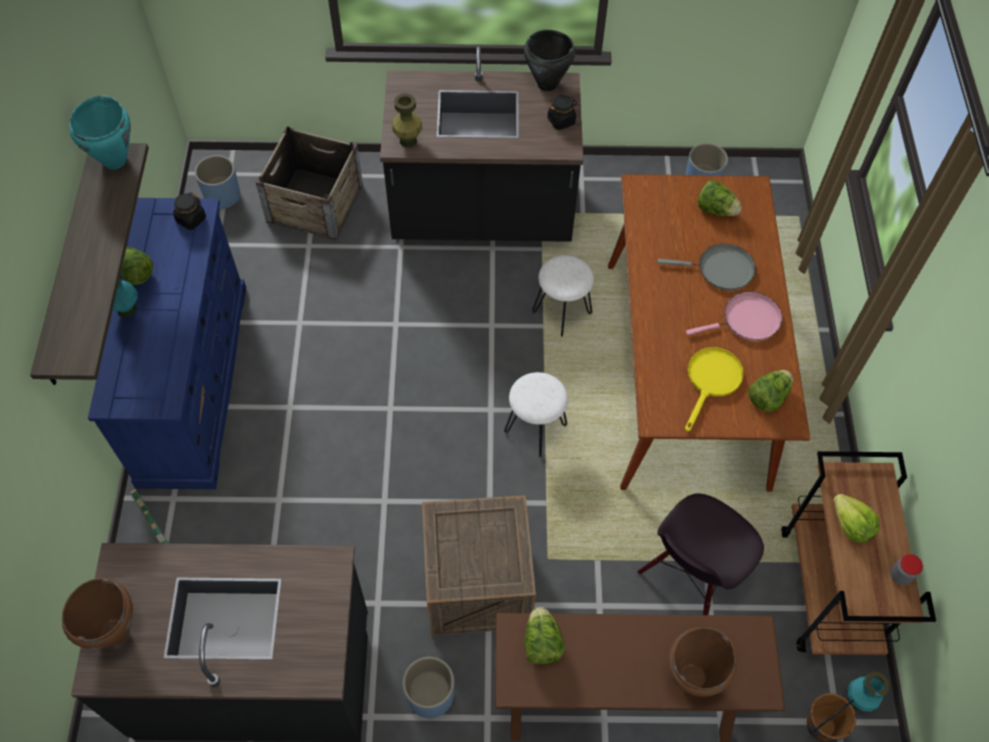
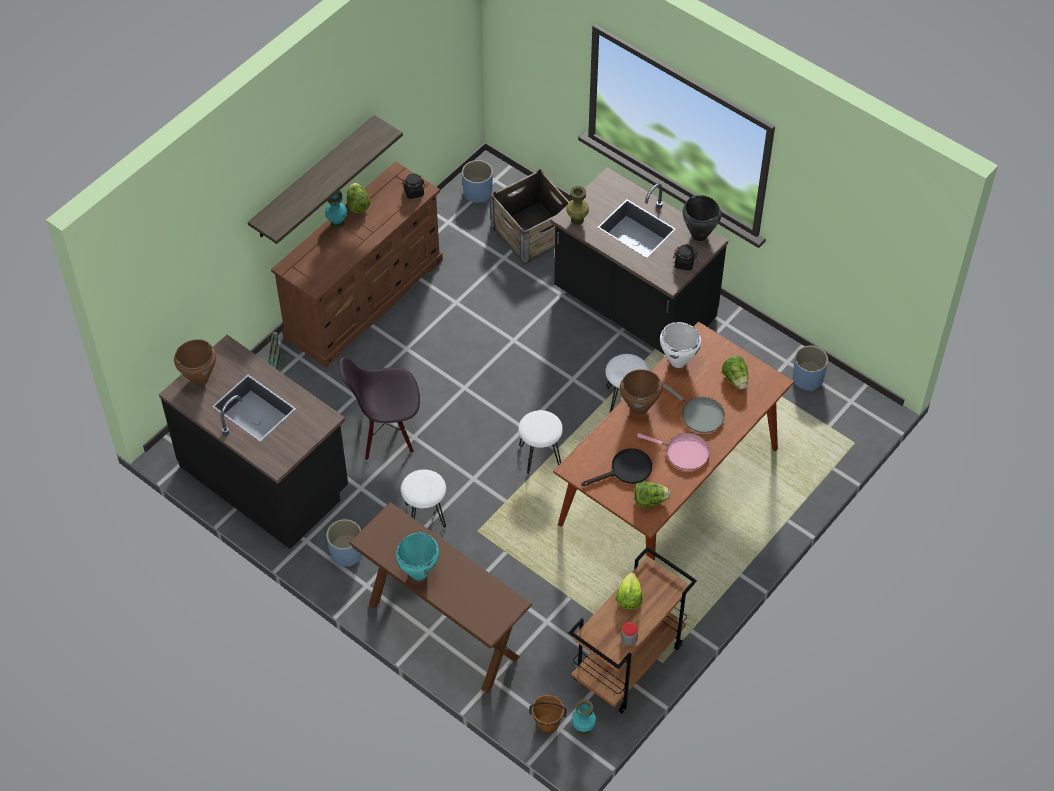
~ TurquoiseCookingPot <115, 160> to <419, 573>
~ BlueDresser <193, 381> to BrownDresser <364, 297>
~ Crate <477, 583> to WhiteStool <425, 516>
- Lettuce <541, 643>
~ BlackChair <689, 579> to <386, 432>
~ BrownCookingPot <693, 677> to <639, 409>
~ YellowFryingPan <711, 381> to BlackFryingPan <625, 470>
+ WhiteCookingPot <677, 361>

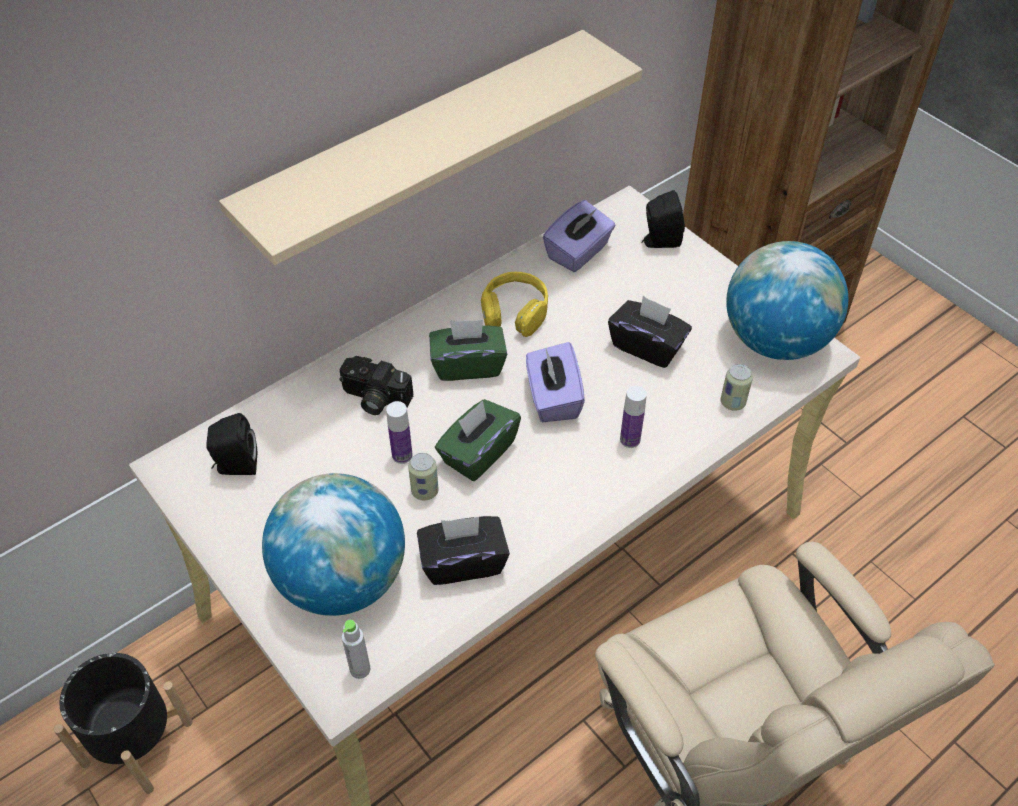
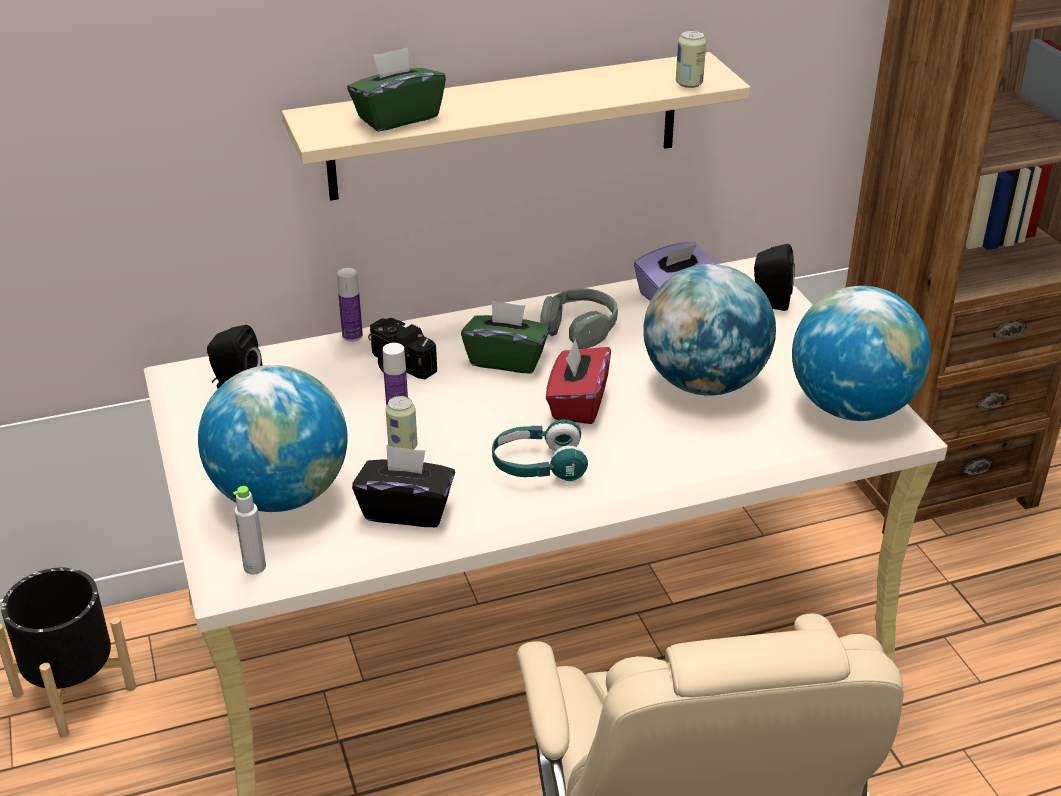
~ GreenTissueBox <478, 453> to <398, 117>
~ YellowHeadphones <514, 312> to GreyHeadphones <579, 329>
~ PurpleTissueBox <553, 398> to RedTissueBox <577, 403>
~ BlackTissueBox <647, 346> to Globe <704, 383>
~ Bottle <630, 440> to <352, 336>
~ Can <732, 402> to <689, 84>
+ TurquoiseHeadphones <538, 465>

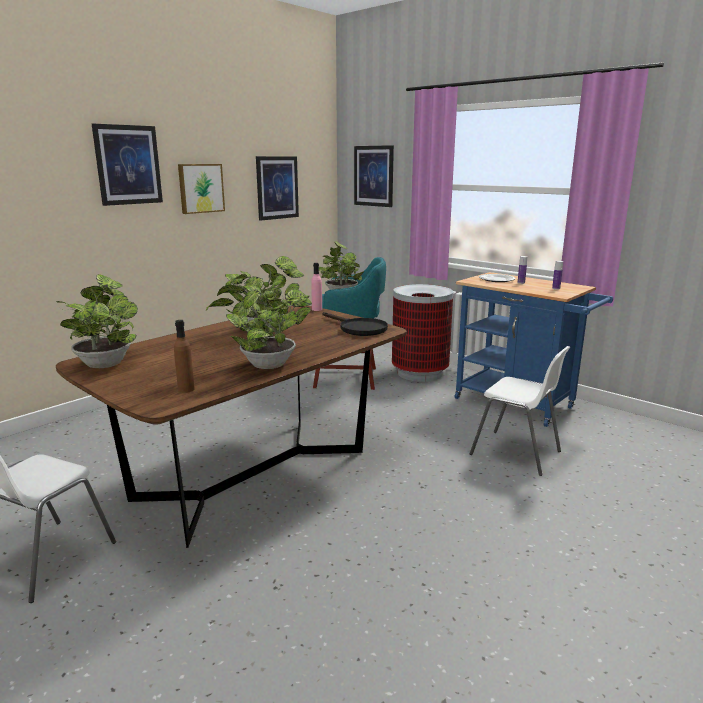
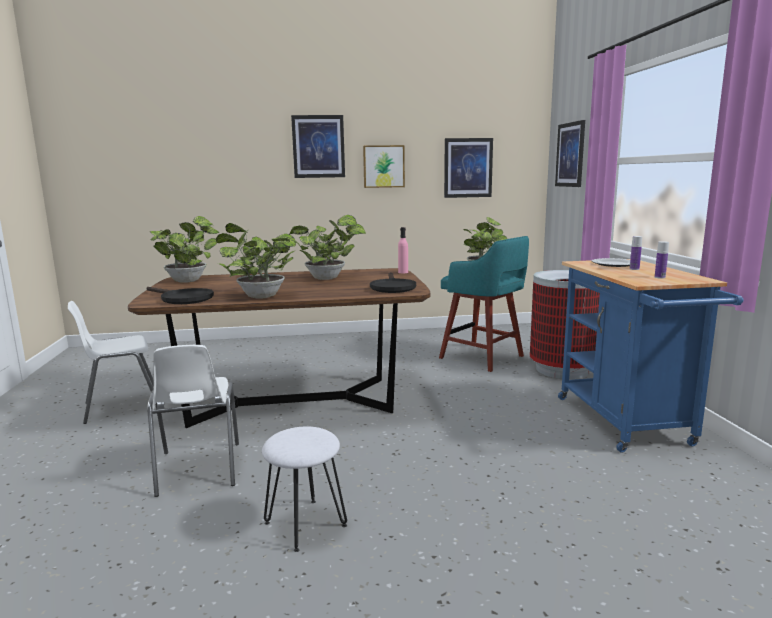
~ BrownBottle <186, 389> to BlackFryingPan <182, 299>
~ WhiteChair <516, 453> to <198, 469>
+ WhiteStool <304, 524>

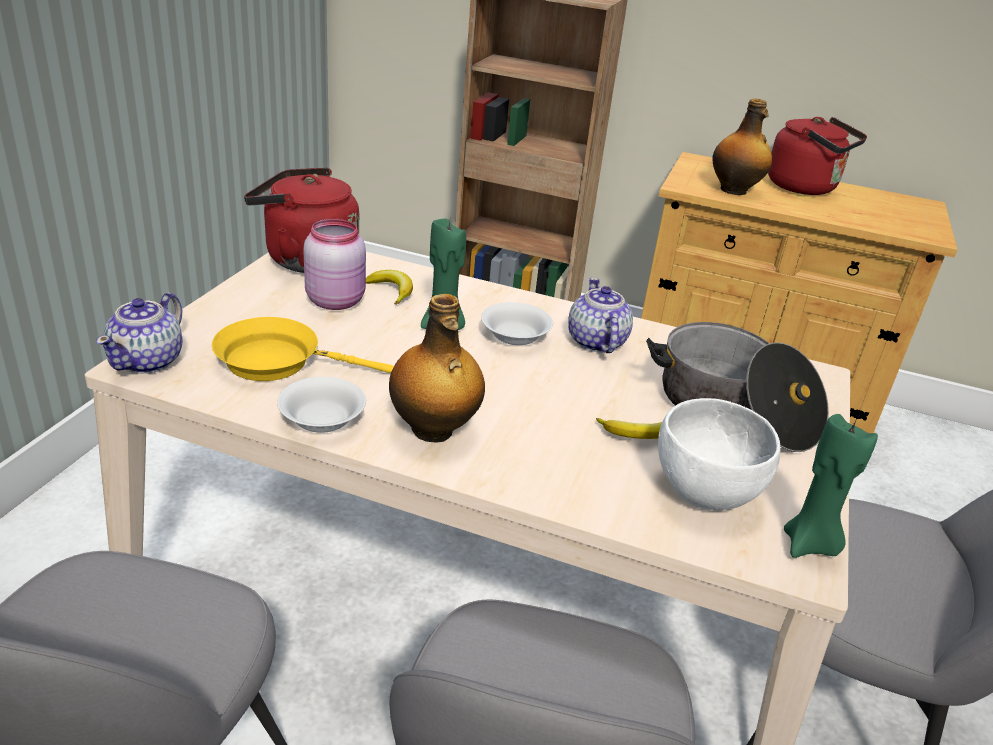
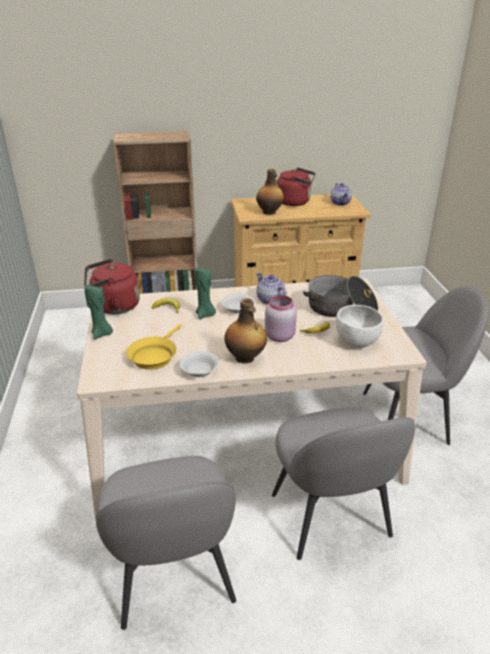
~ Teapot <148, 361> to <340, 203>
~ YellowFryingPan <277, 361> = <154, 356> 45 degrees counterclockwise
~ PinkJar <336, 300> to <279, 336>
~ GreenCandle <810, 545> to <102, 334>

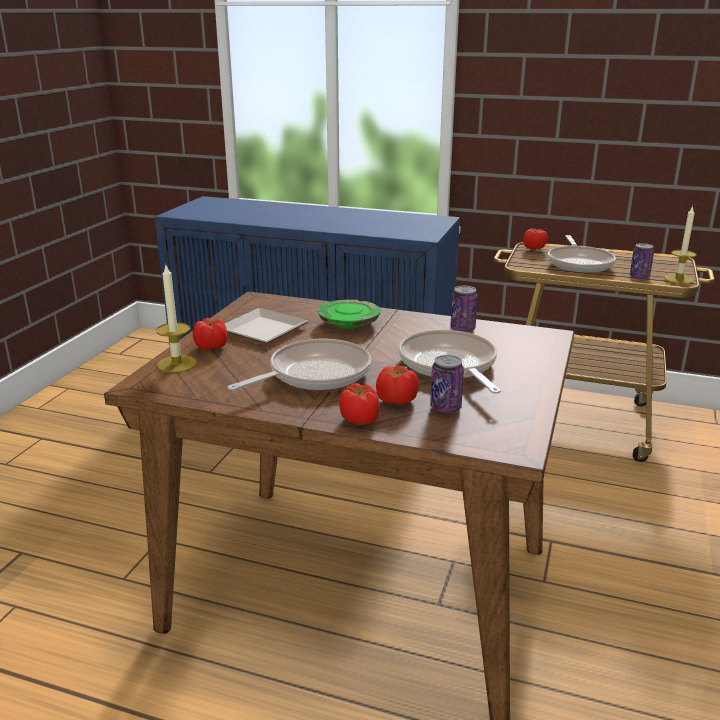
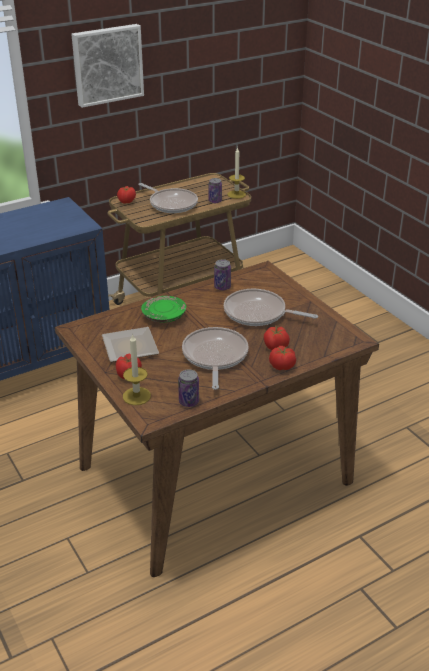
~ Can <445, 408> to <189, 402>
+ Picture <107, 64>

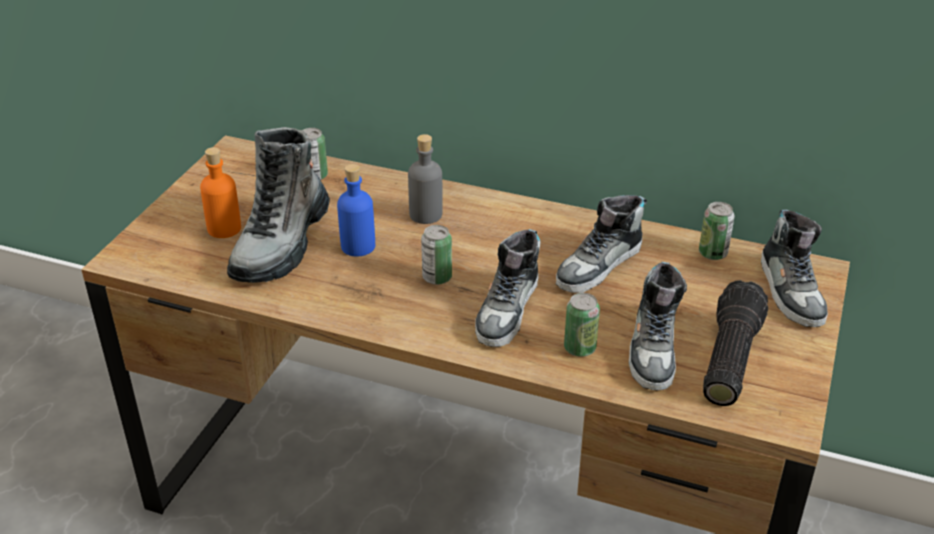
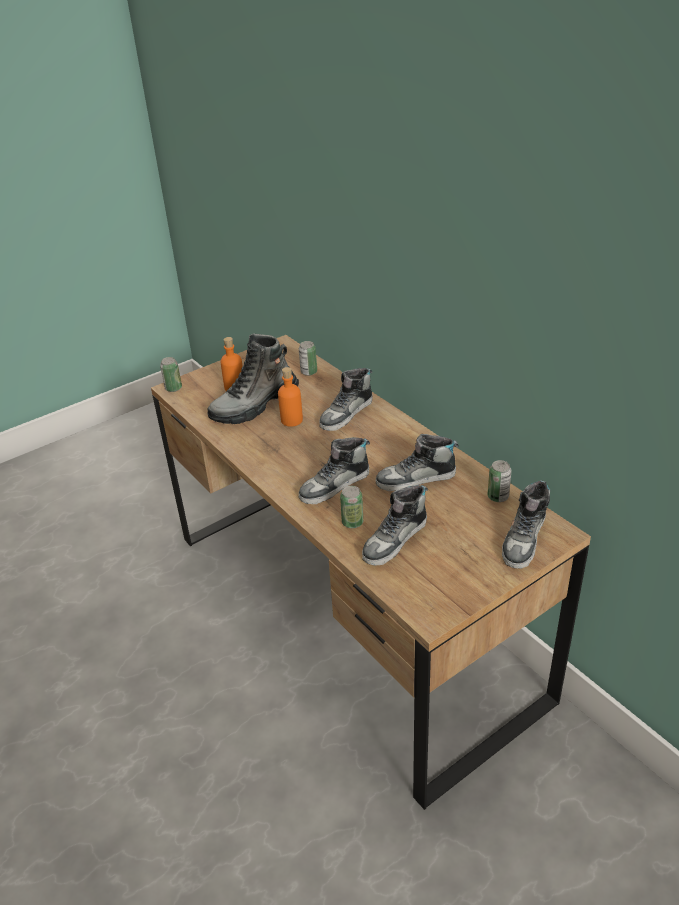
~ BlueBottle <358, 246> to OrangeBottle <291, 420>
~ GreyBottle <426, 214> to Shoe <346, 414>
~ Can <437, 277> to <173, 388>
- Flashlight <727, 358>

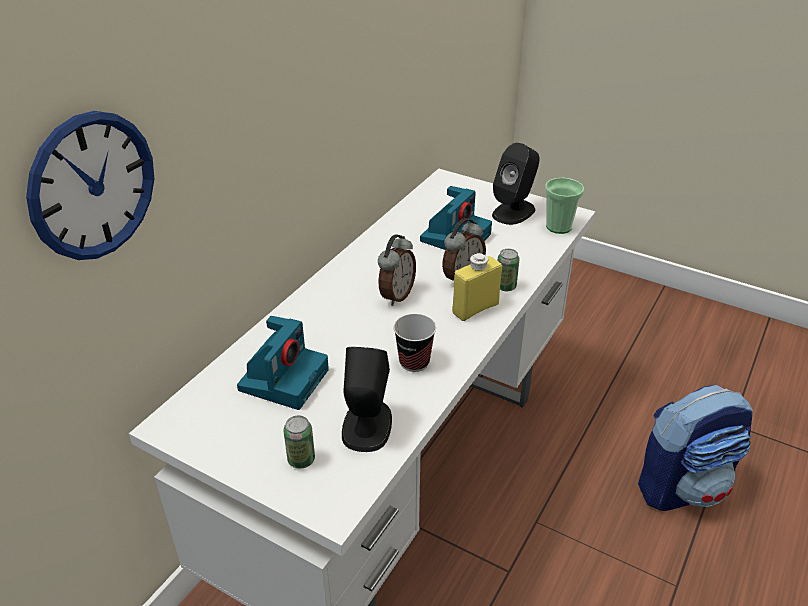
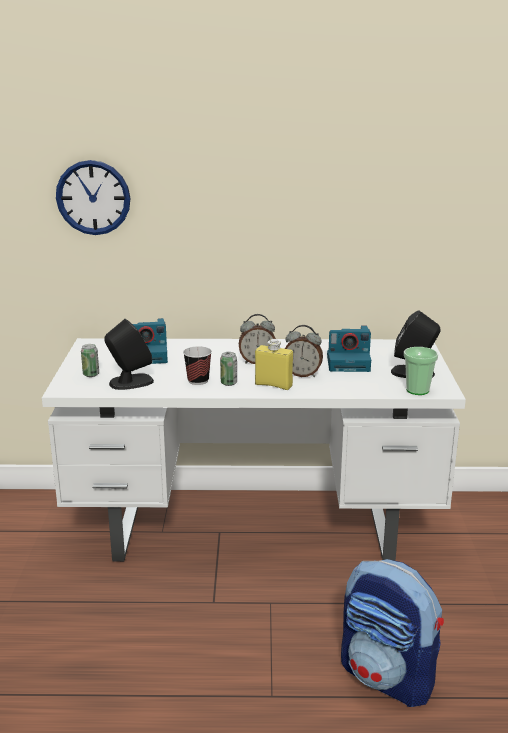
~ Can <505, 286> to <229, 383>

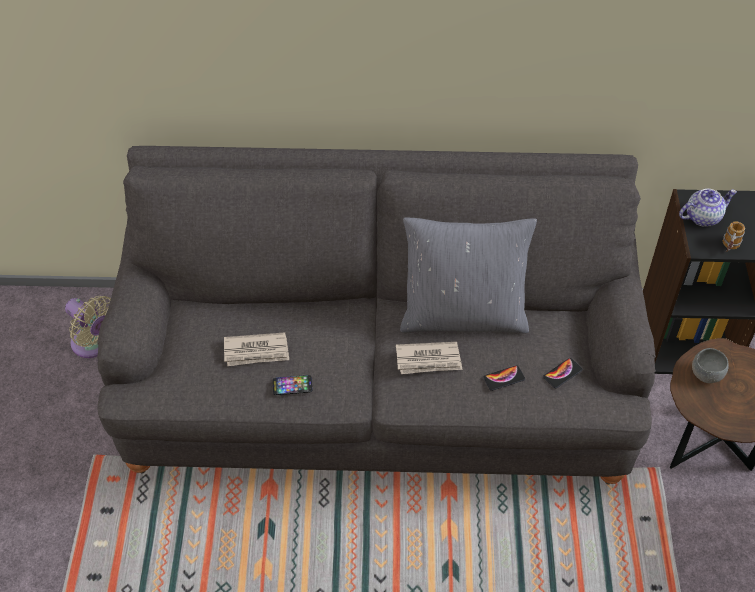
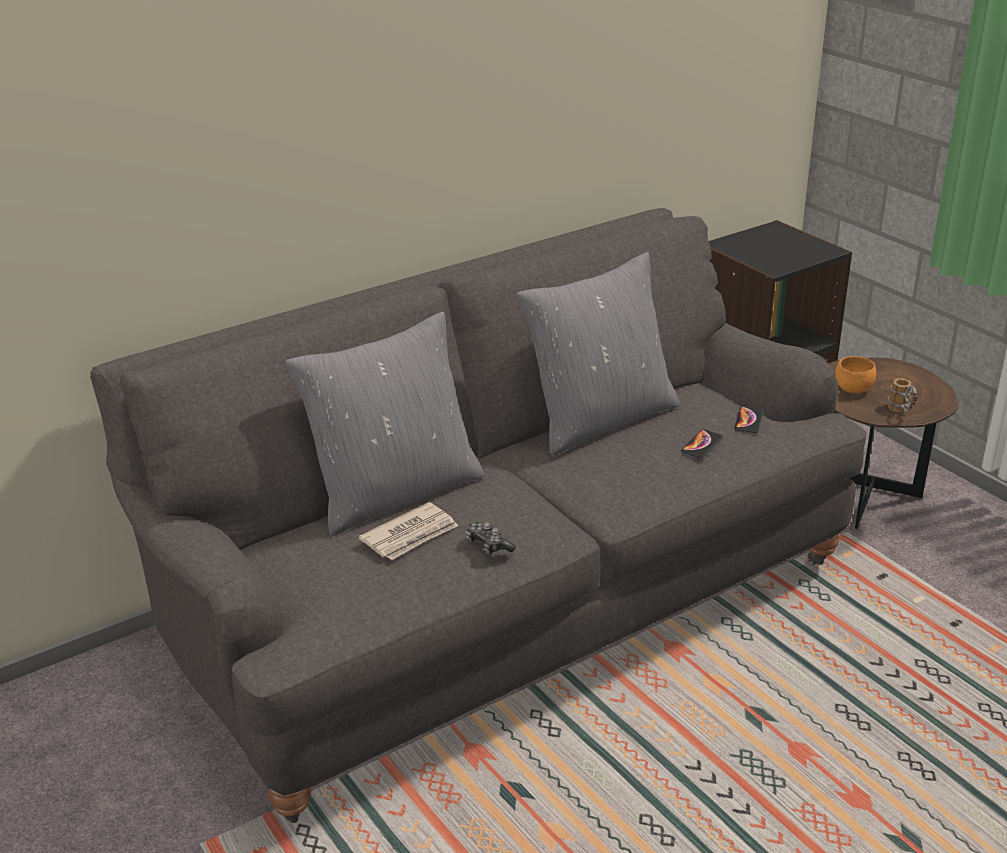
- BeigeFan <94, 344>
~ Phone <292, 386> to GameController <488, 545>
- Newspaper <428, 360>
- Teapot <702, 217>
~ GreyBowl <706, 374> to OrangeBowl <853, 389>
~ Mug <729, 248> to <902, 412>
+ GreyPillow <394, 492>

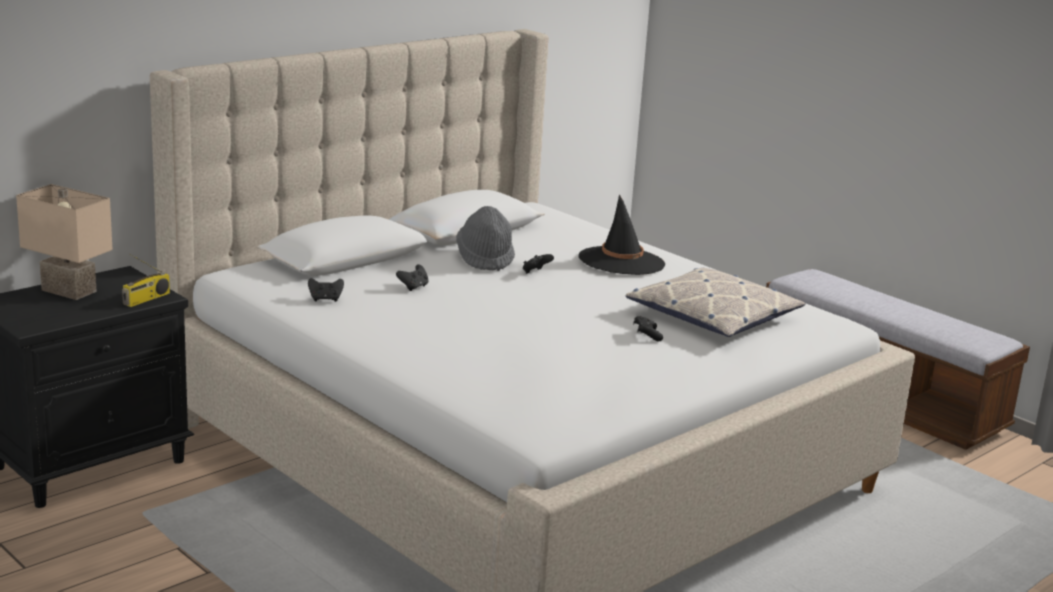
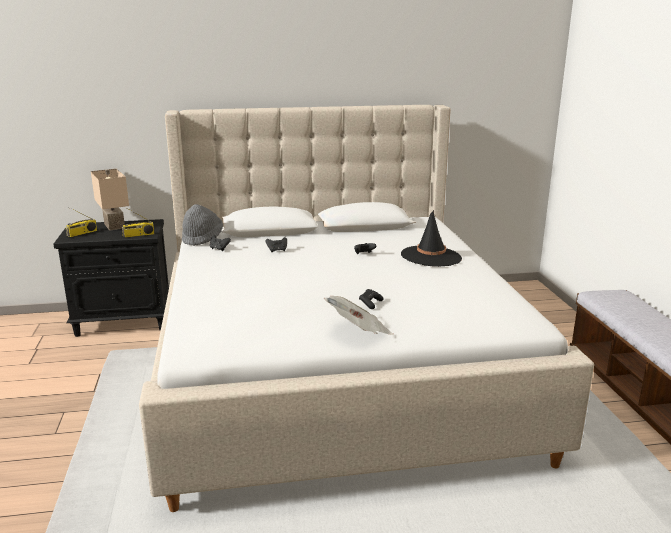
~ GreyHat <485, 259> to <202, 238>
- Pillow <713, 316>
+ Radio <82, 233>
+ Newspaper <359, 332>

